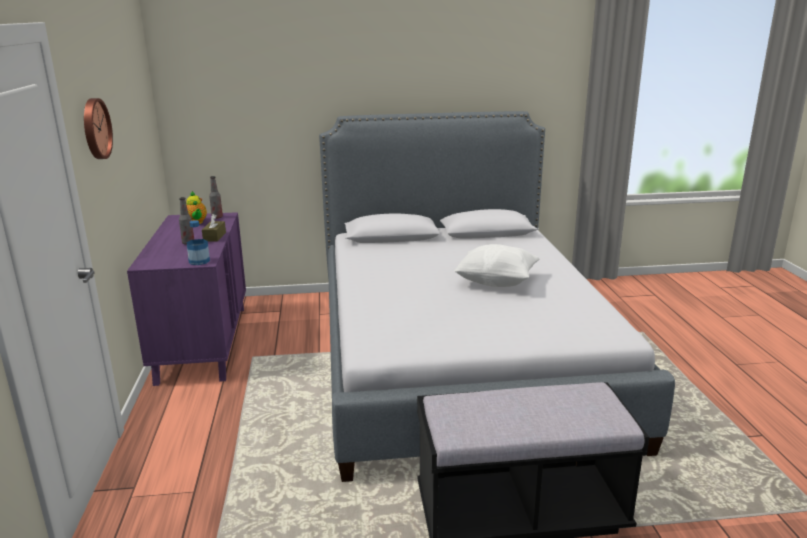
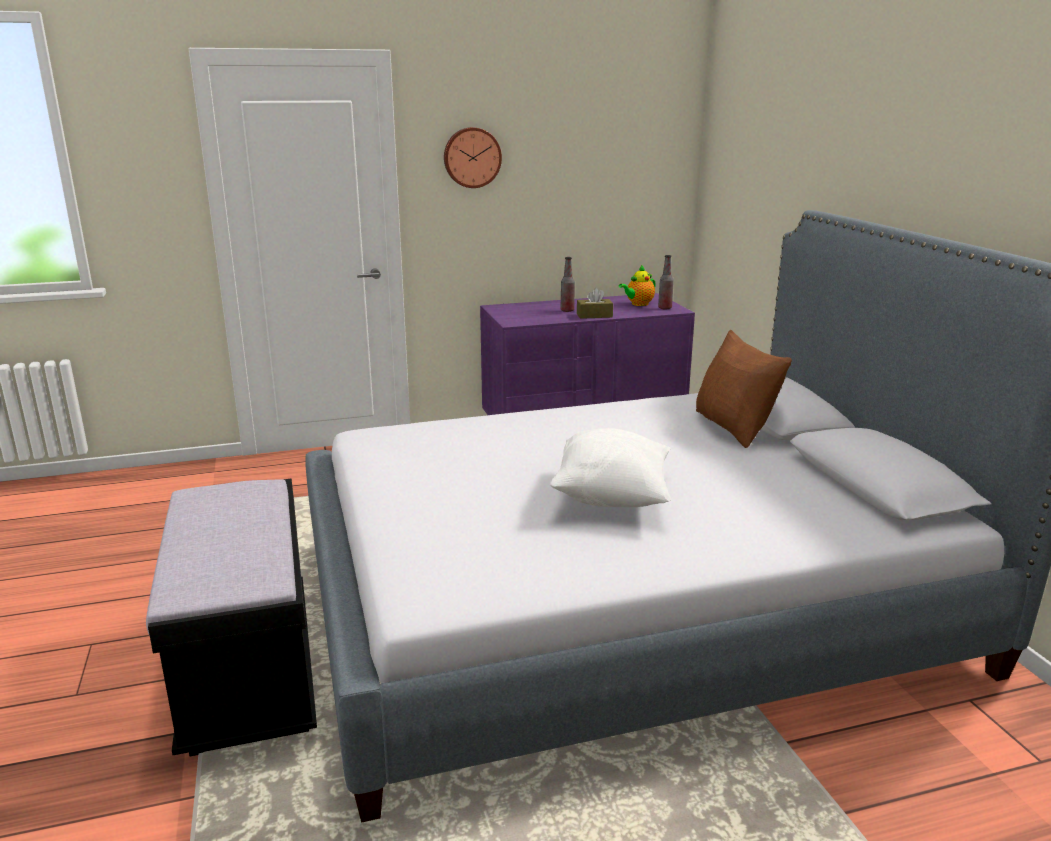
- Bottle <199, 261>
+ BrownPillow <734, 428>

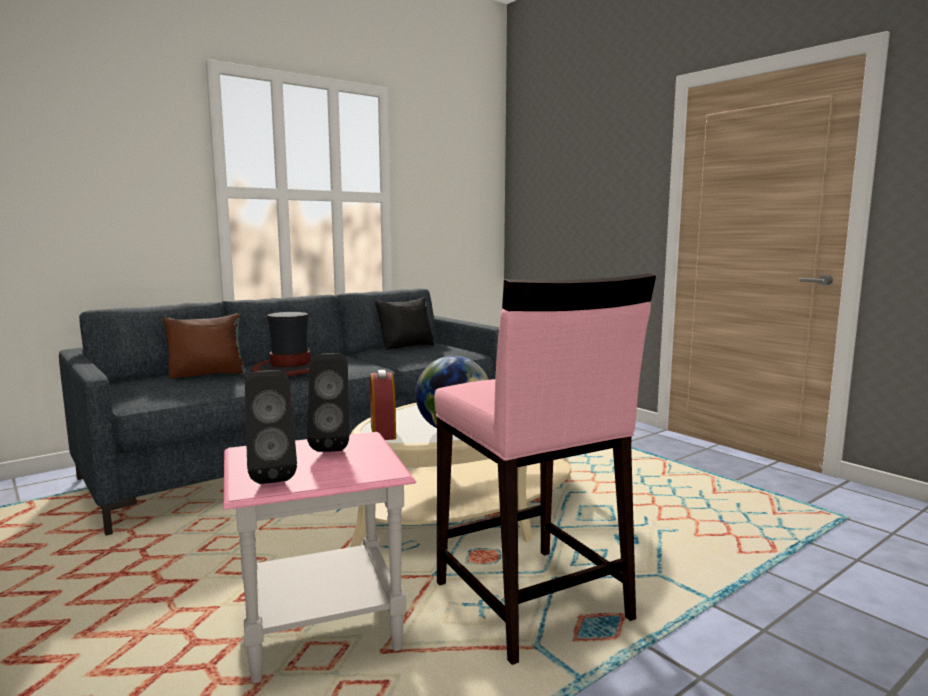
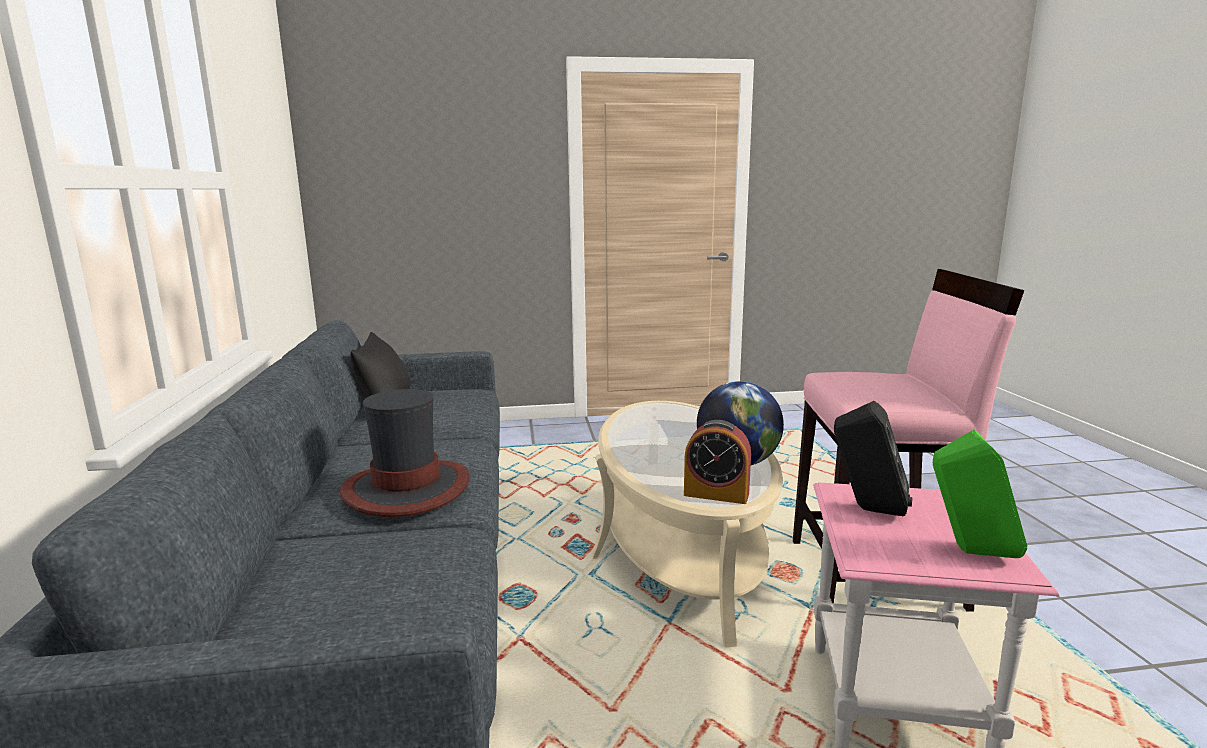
- BrownPillow <208, 374>
~ BlackSpeaker <272, 476> to GreenSpeaker <969, 552>

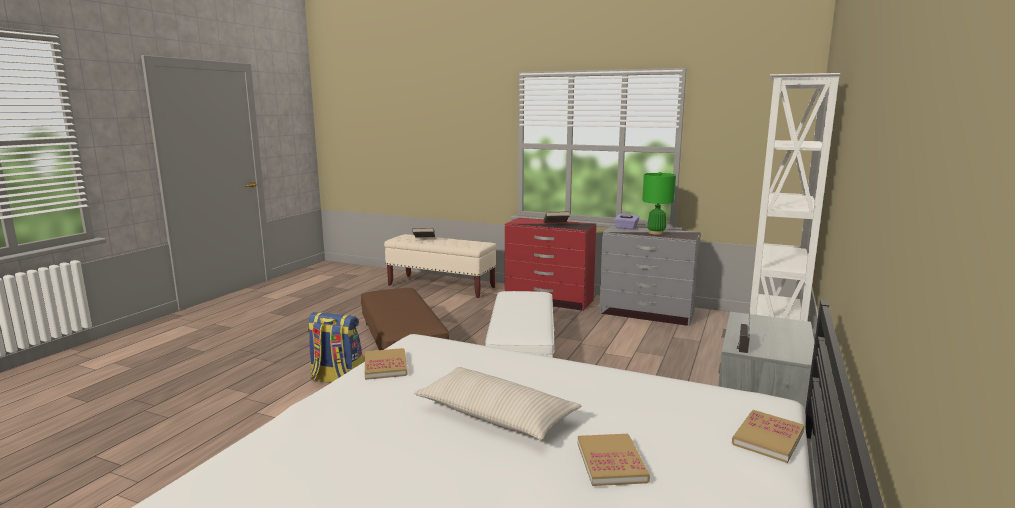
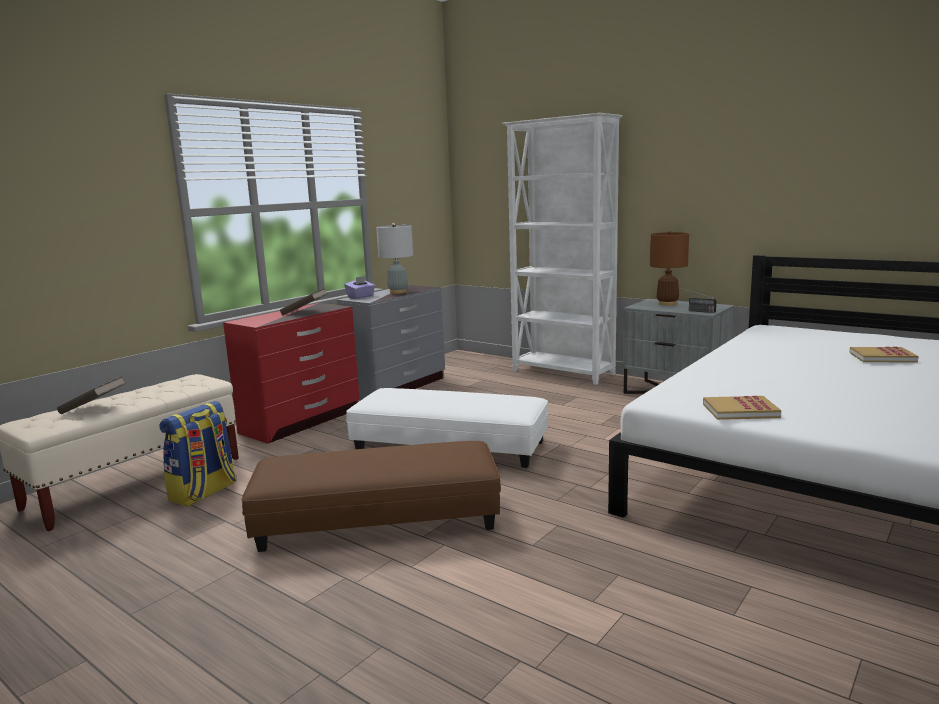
~ Backpack <336, 379> to <204, 493>
- BeigePillow <495, 415>
~ GreenTableLamp <656, 233> to GreyTableLamp <398, 292>
- Book <768, 438>
+ BrownTableLamp <667, 304>

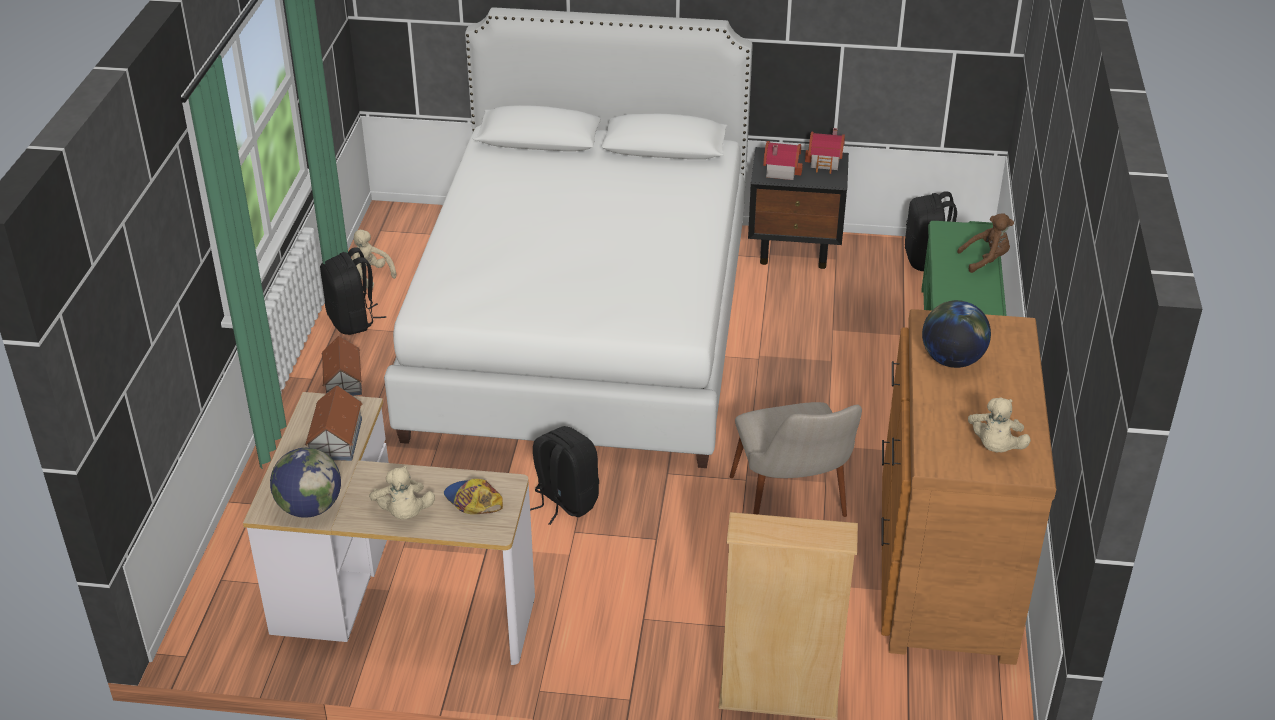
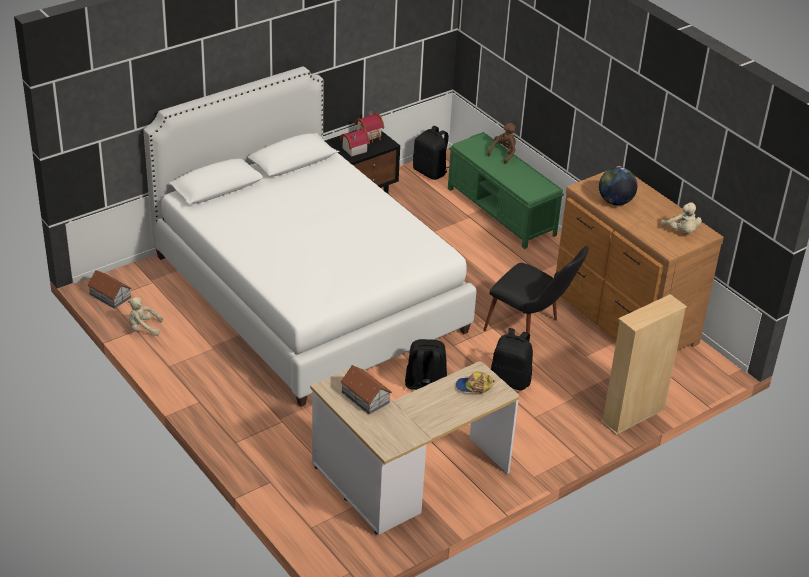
- Globe <310, 508>
~ BlackBackpack <353, 321> to <510, 380>
~ ToyHouse <343, 379> to <110, 295>
- BeigePlushToy <404, 513>
~ BeigeChair <793, 510> to BlackChair <531, 330>

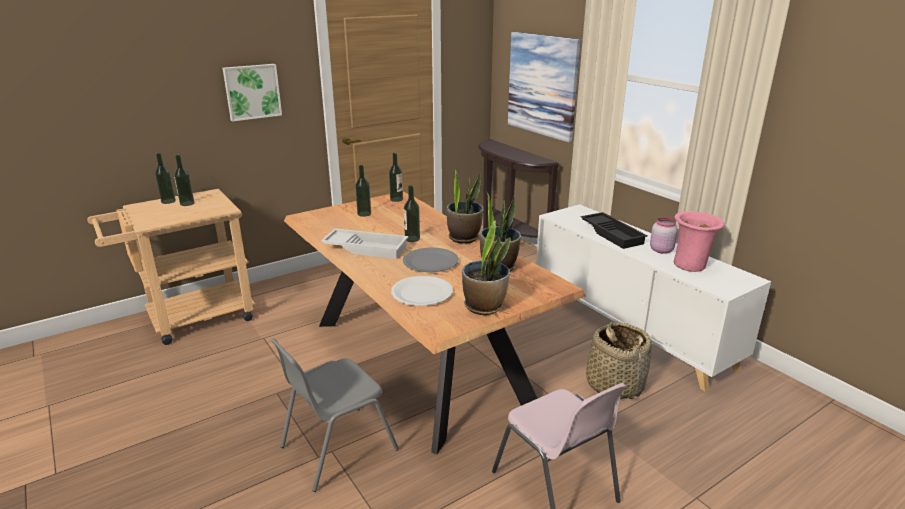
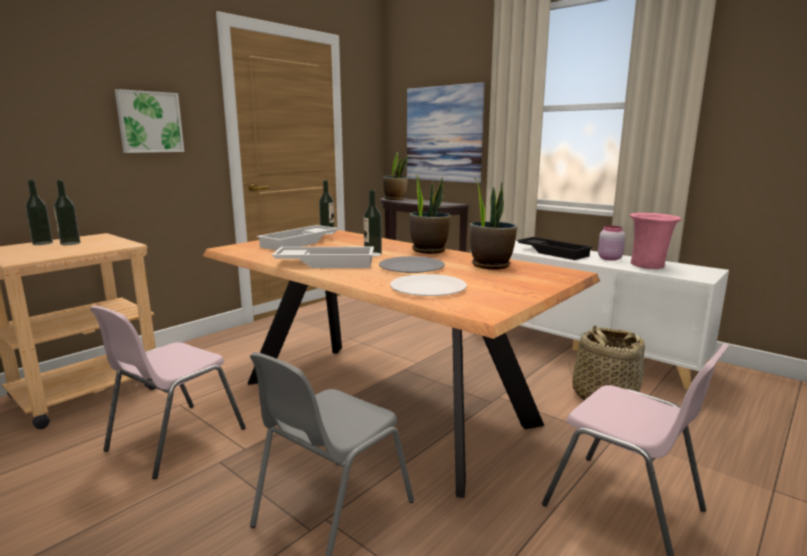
~ Bottle <364, 214> to WhiteTray <300, 243>
~ PottedPlant <484, 307> to <395, 199>
+ PinkChair <174, 440>

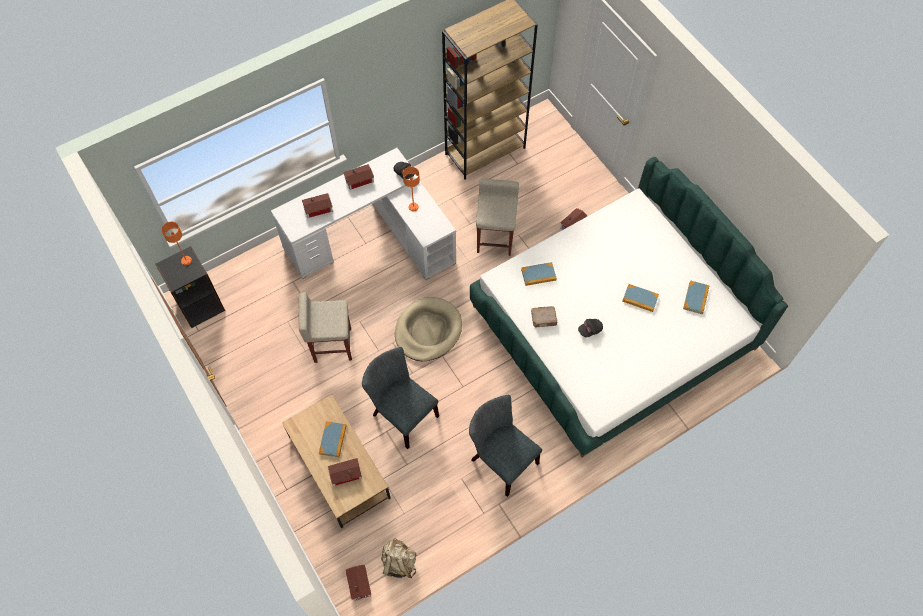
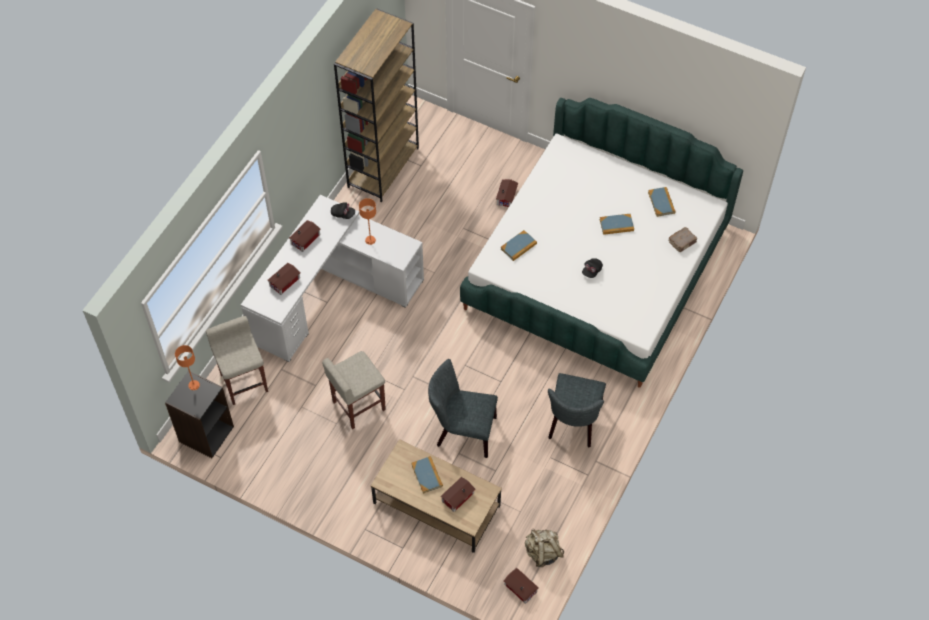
- BeigeDogBed <428, 331>
~ GreyChair <500, 459> = <573, 424> 90 degrees counterclockwise
~ BeigeStool <495, 238> to <244, 382>
~ BrownBook <544, 319> to <682, 242>

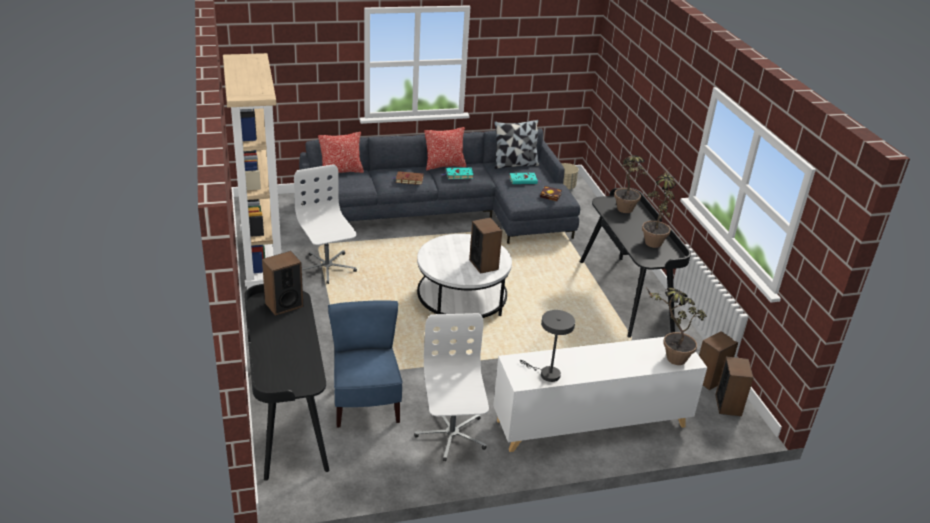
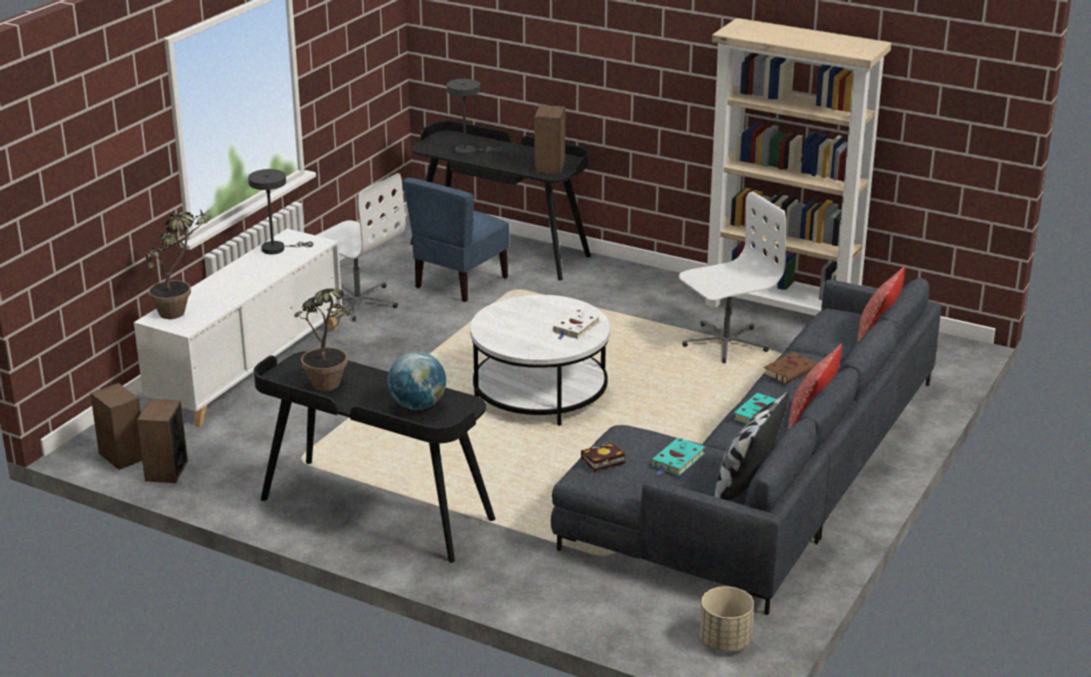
~ WhiteOfficeChair <326, 267> = <725, 343> 45 degrees counterclockwise
~ BlueChair <365, 404> = <460, 282> 90 degrees clockwise
- Speaker <484, 264>
~ PottedPlant <624, 212> to Globe <418, 406>
+ GreyTableLamp <469, 152>
+ WhiteBook <576, 328>

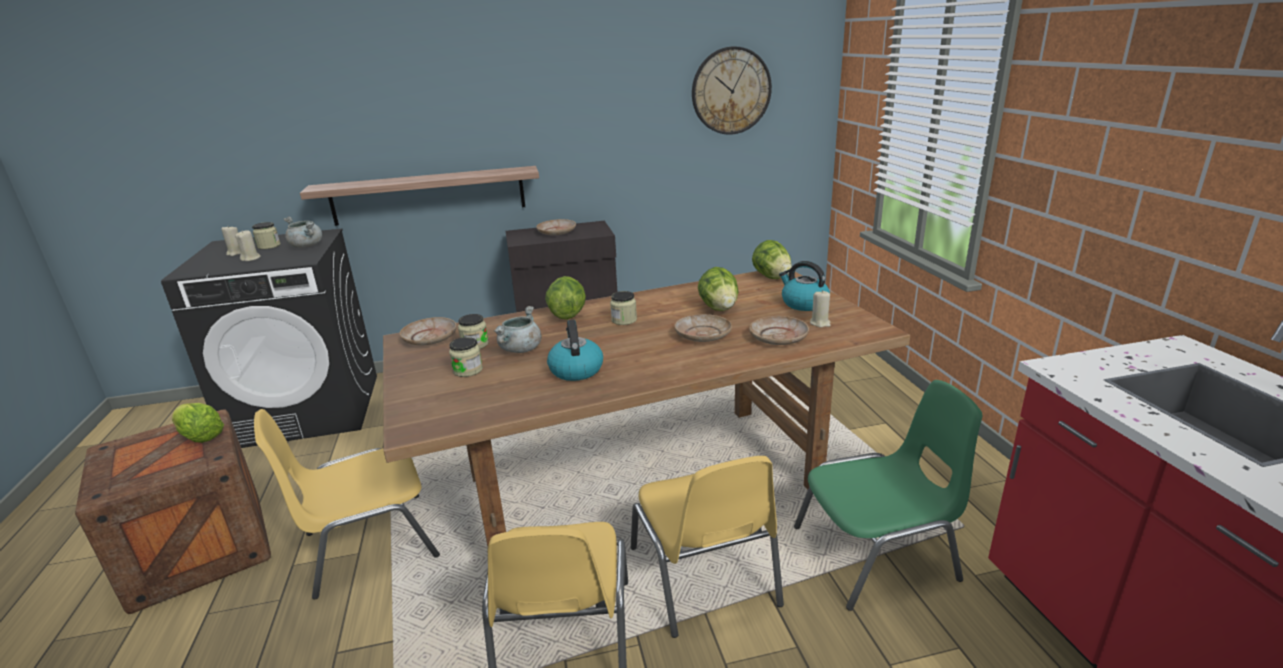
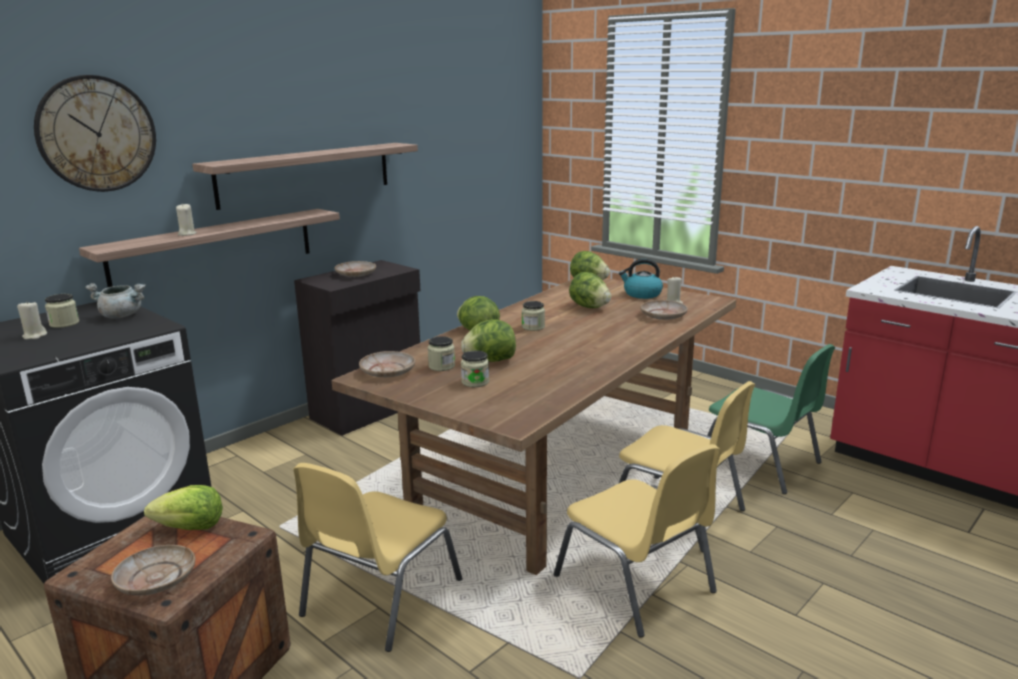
~ BeigeCandle <251, 258> to <187, 234>
~ GreyCookingPot <520, 349> to Lettuce <490, 361>
- Kettle <576, 370>
~ BeigePlate <702, 335> to <155, 579>
~ WallClock <731, 91> to <96, 134>
~ GreenChair <877, 554> = <761, 464> 90 degrees clockwise
+ Shelf <306, 174>

